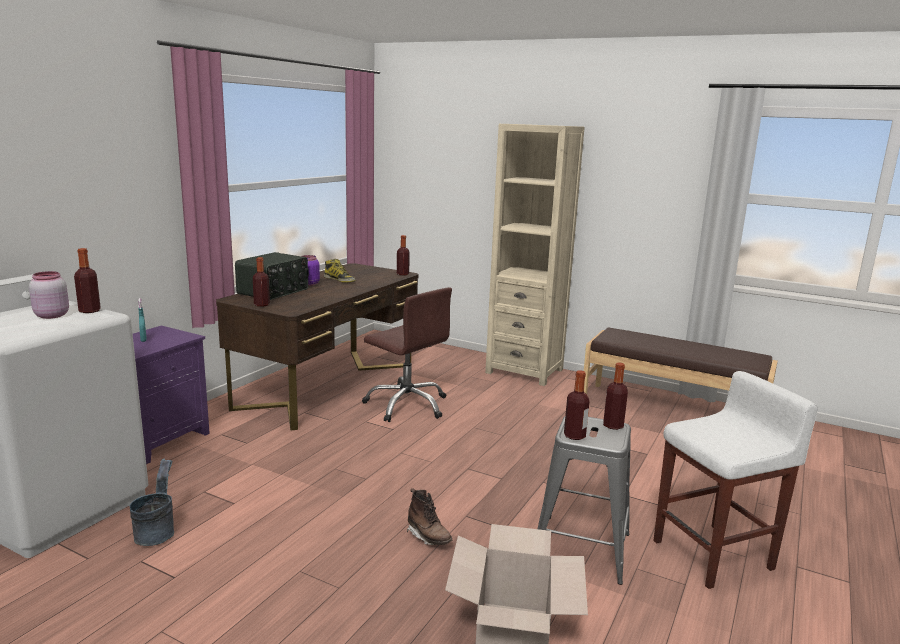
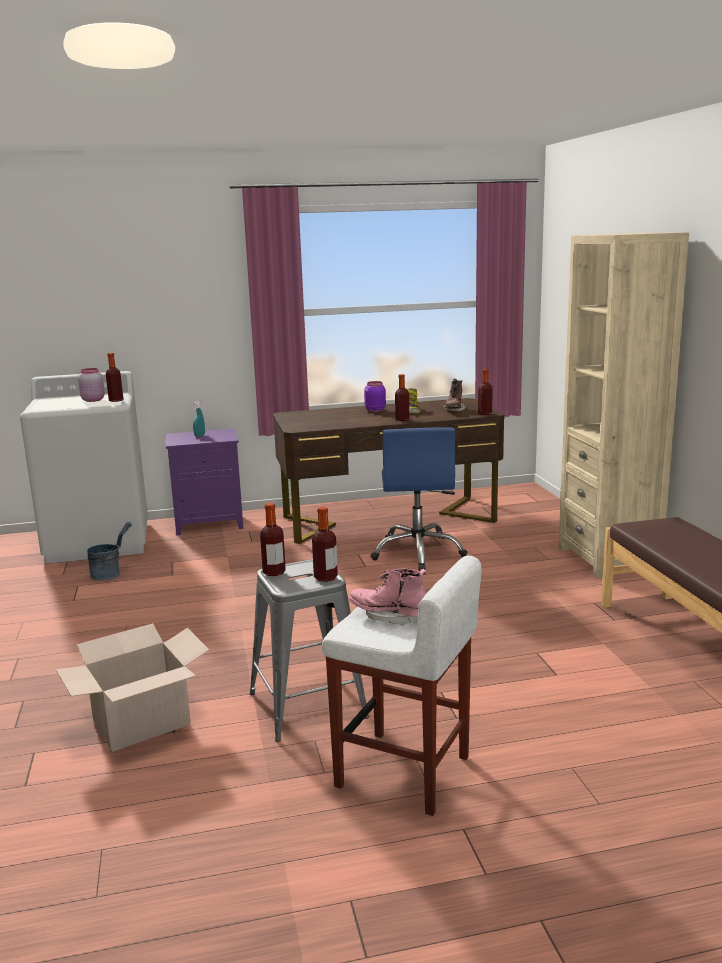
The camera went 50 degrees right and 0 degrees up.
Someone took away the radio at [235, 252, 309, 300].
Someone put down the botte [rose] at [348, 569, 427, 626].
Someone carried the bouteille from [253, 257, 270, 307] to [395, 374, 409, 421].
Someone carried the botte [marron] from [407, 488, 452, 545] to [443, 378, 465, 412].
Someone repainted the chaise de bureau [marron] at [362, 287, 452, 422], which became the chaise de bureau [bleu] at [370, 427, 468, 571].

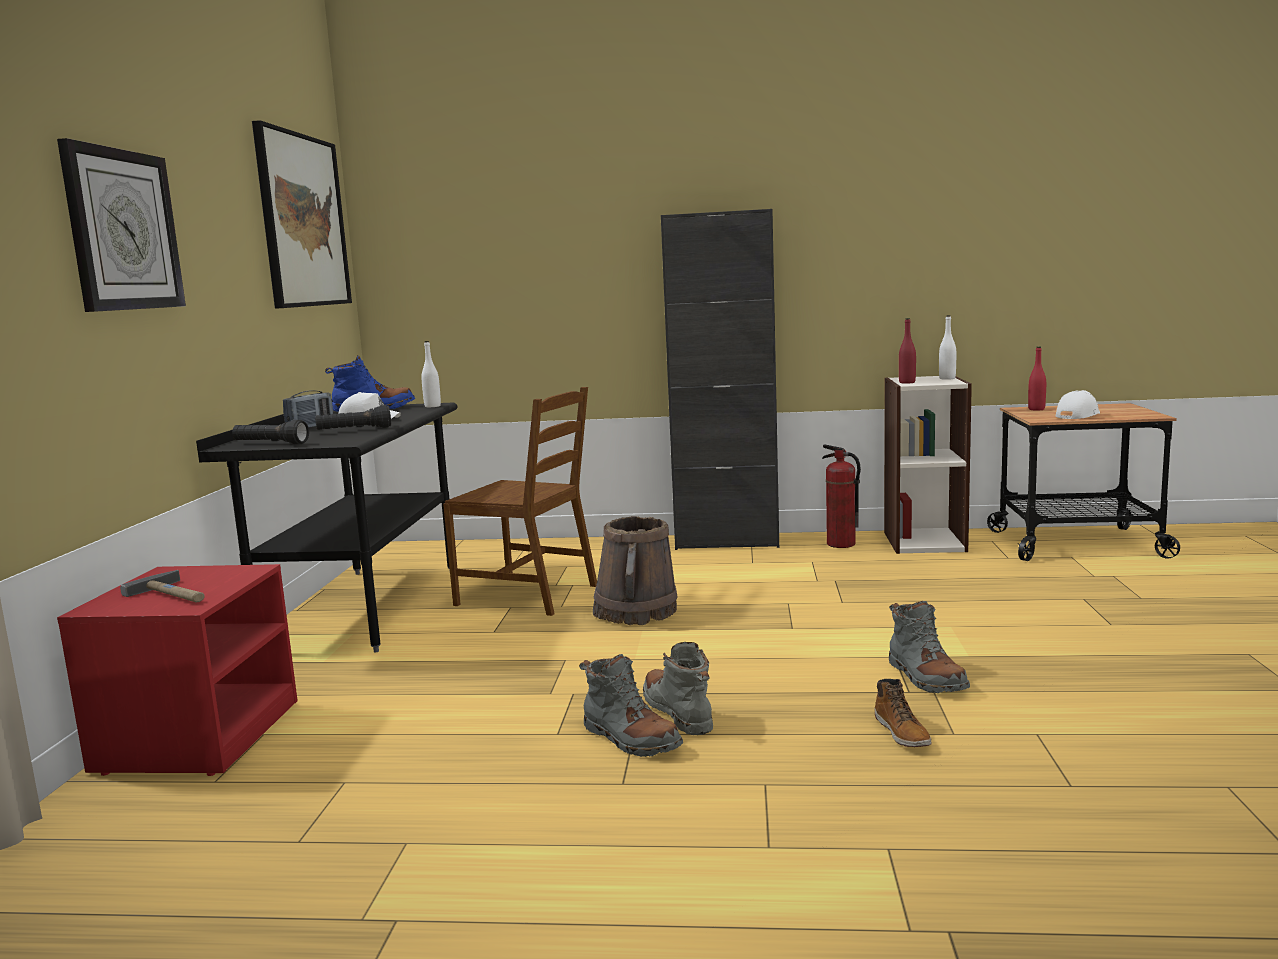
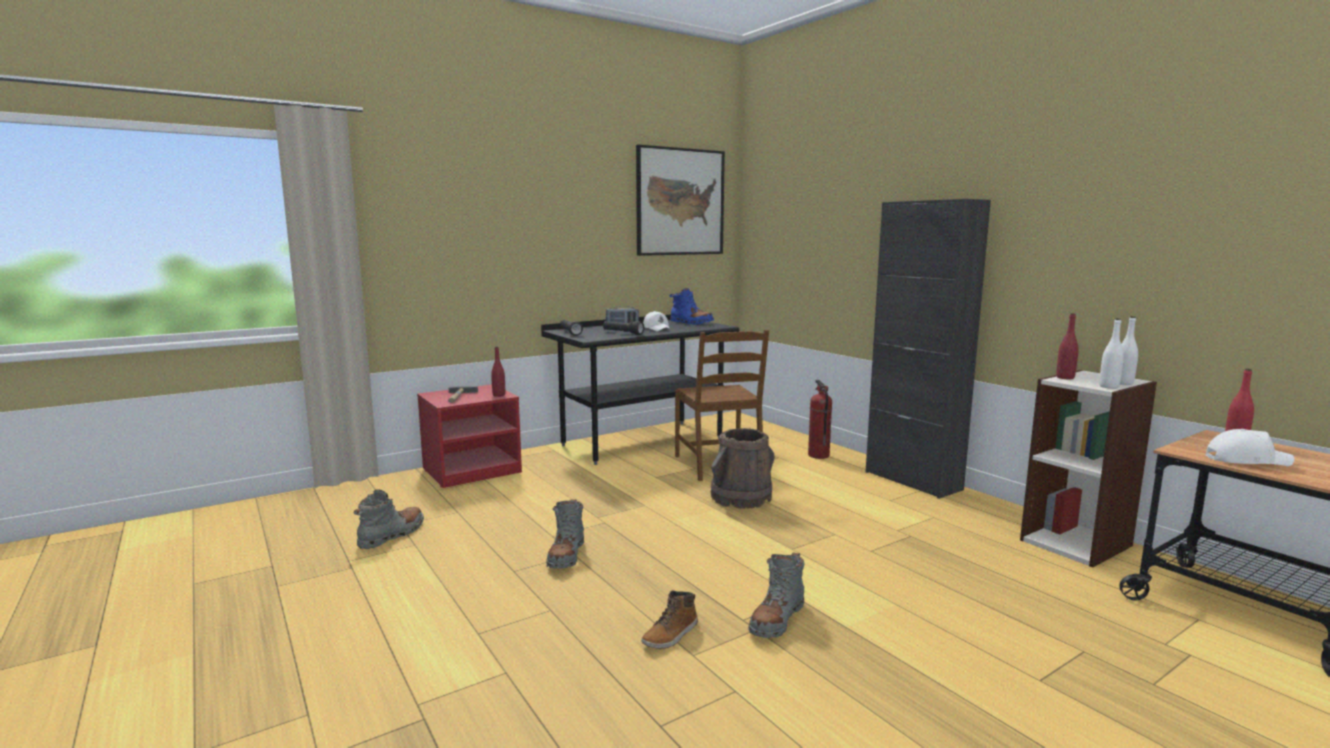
The camera went 50 degrees right and 0 degrees up.
Someone took away the horloge murale at [57, 138, 186, 312].
Someone put down the bouteille [rouge] at [491, 346, 505, 397].
Someone carried the bouteille [blanc] from [421, 341, 441, 407] to [1099, 318, 1124, 389].
Someone carried the botte [gris] from [643, 642, 713, 735] to [354, 489, 424, 549].
Someone carried the extincteur from [822, 444, 861, 548] to [808, 380, 832, 459].

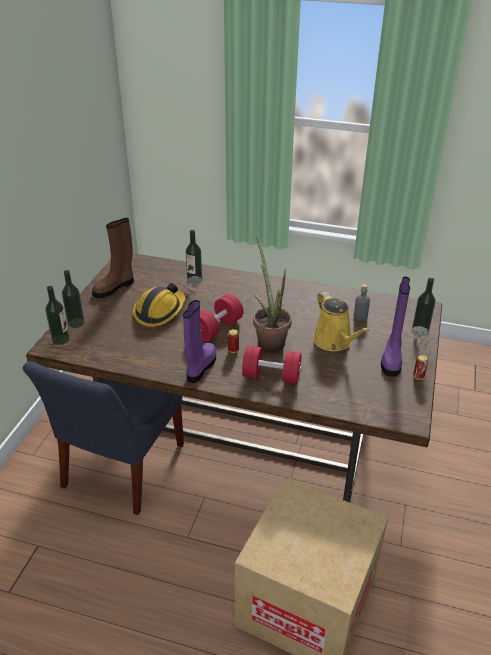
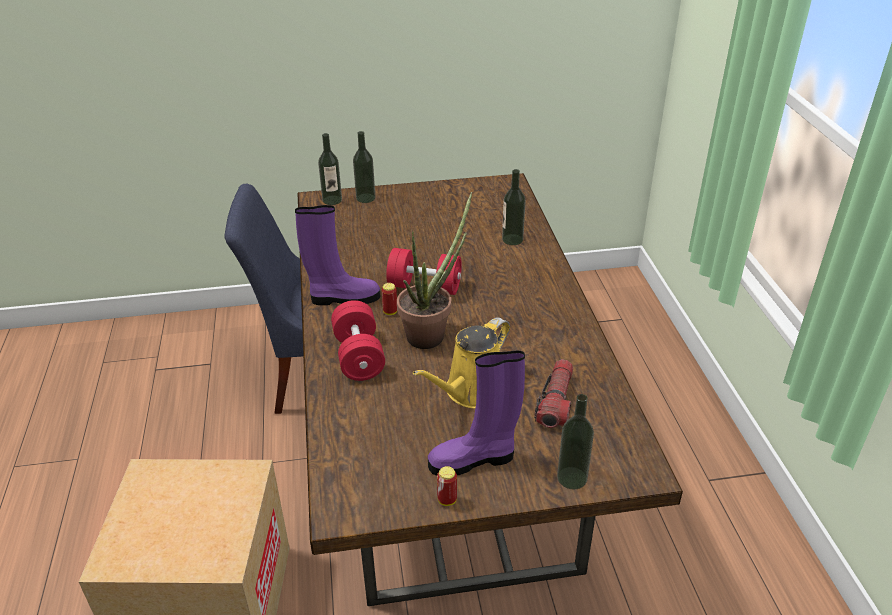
The camera went 65 degrees right and 0 degrees up.
Someone took away the botte [marron] at [92, 218, 134, 298].
Someone took away the casque de chantier at [133, 283, 185, 327].
Someone swapped the bouteille [gris] at [354, 284, 370, 320] for the lampe de poche at [534, 359, 573, 428].

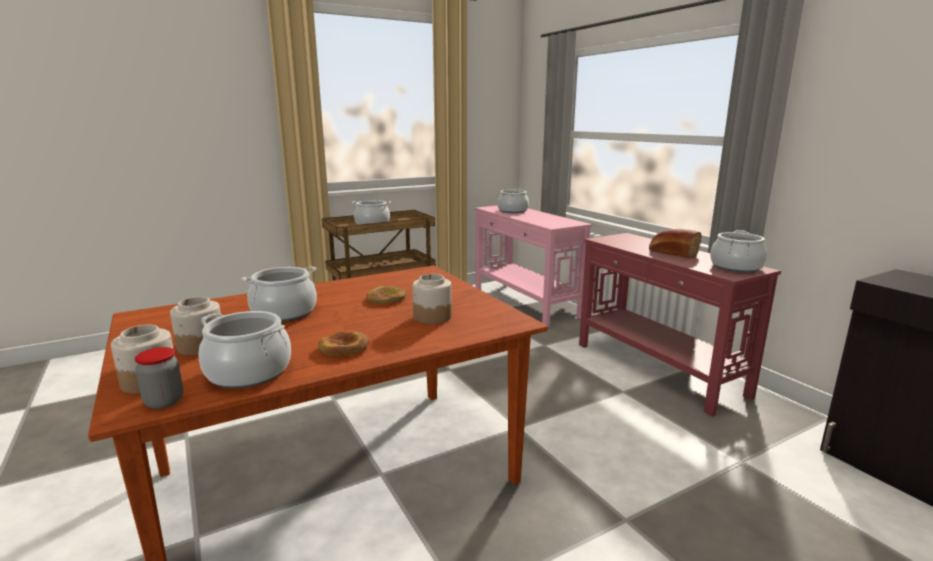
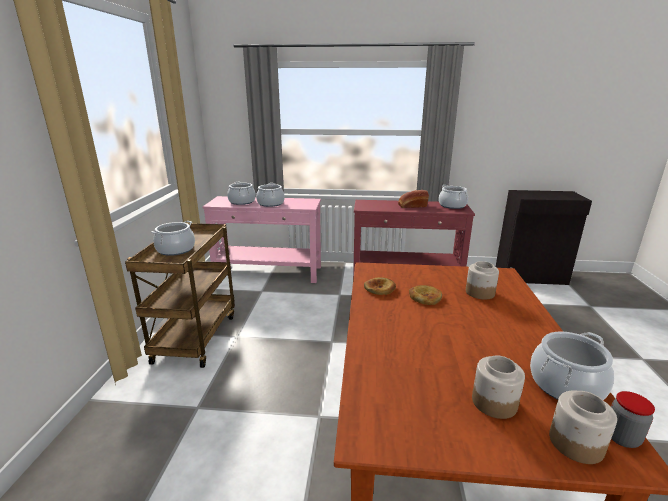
The camera went 55 degrees left and 5 degrees up.
Someone carried the marmite from [242, 266, 317, 322] to [256, 183, 285, 207].
Someone carried the pain from [318, 331, 370, 356] to [364, 277, 396, 295].

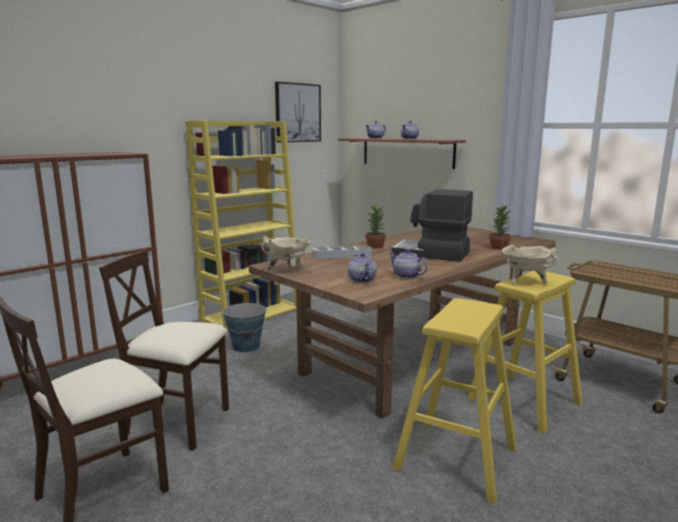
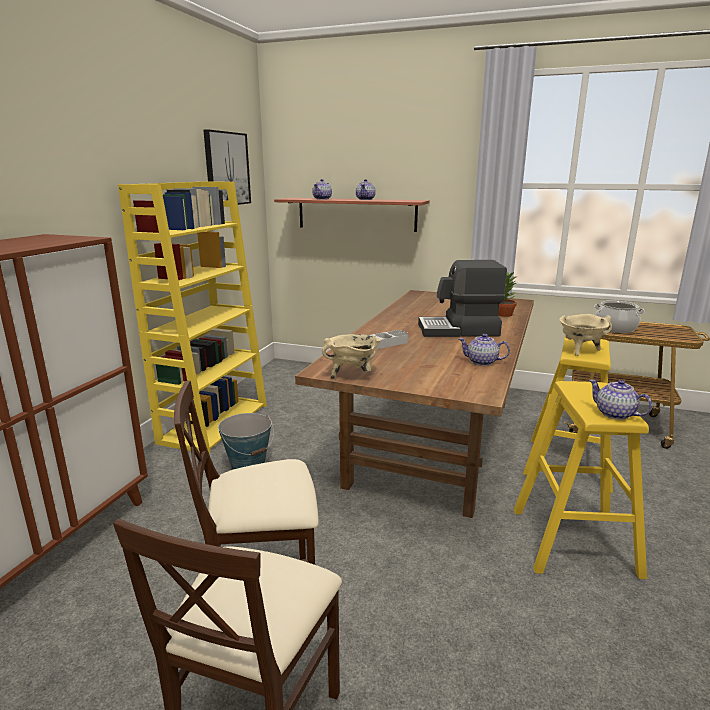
The camera went 25 degrees left and 5 degrees up.
Someone took away the plante en pot at [365, 204, 386, 249].
Someone put down the marmite at [594, 301, 645, 333].
Someone carried the théière from [348, 253, 377, 283] to [589, 380, 652, 420].

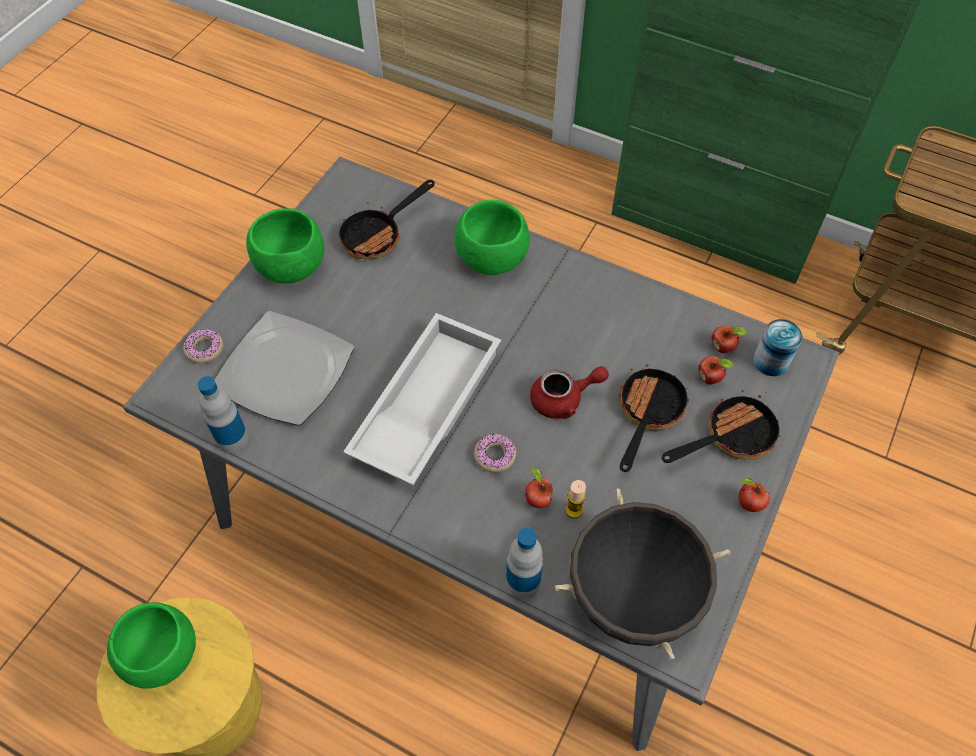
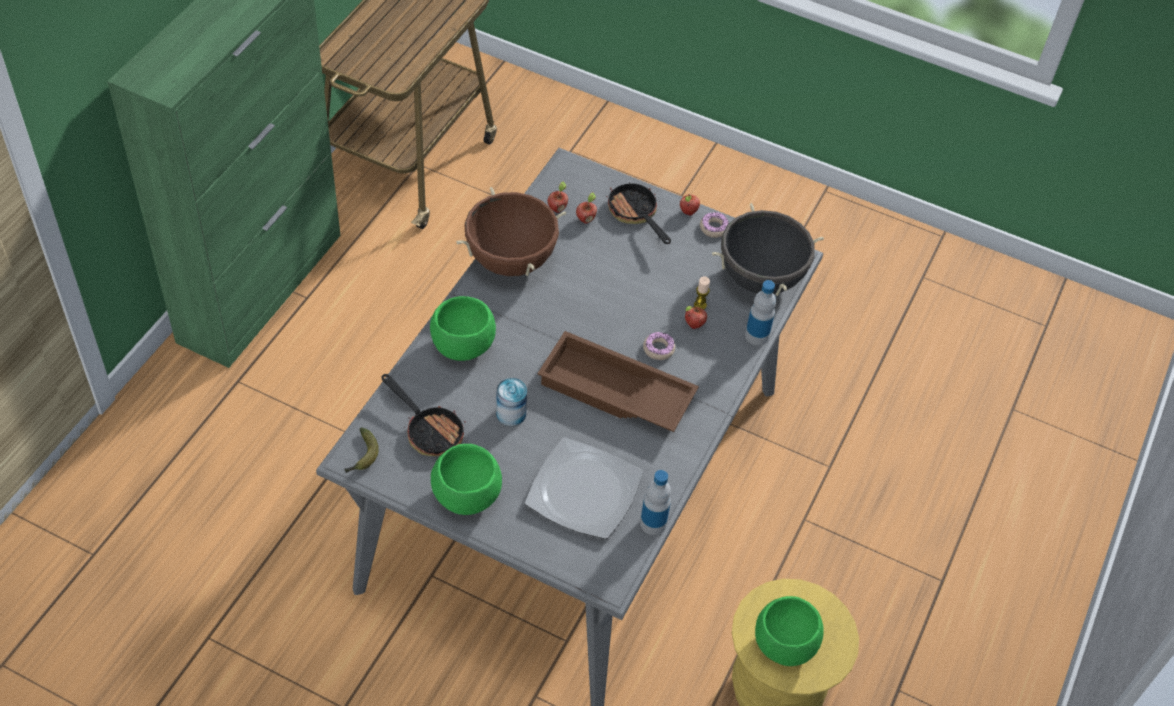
The camera went 95 degrees left and 5 degrees down.
Someone took away the théière [rouge] at [530, 366, 609, 419].
Someone took away the poêle at [619, 359, 689, 472].
Someone put down the banane at [344, 427, 379, 473].
Someone put down the marmite [marron] at [456, 187, 566, 276].
Someone carried the beignet from [183, 329, 223, 363] to [700, 212, 729, 238].
Someone carried the boîte métallique from [753, 319, 802, 376] to [496, 378, 527, 426].
Someone repainted the plateau [blanc] at [343, 313, 501, 485], which became the plateau [marron] at [537, 331, 699, 432].

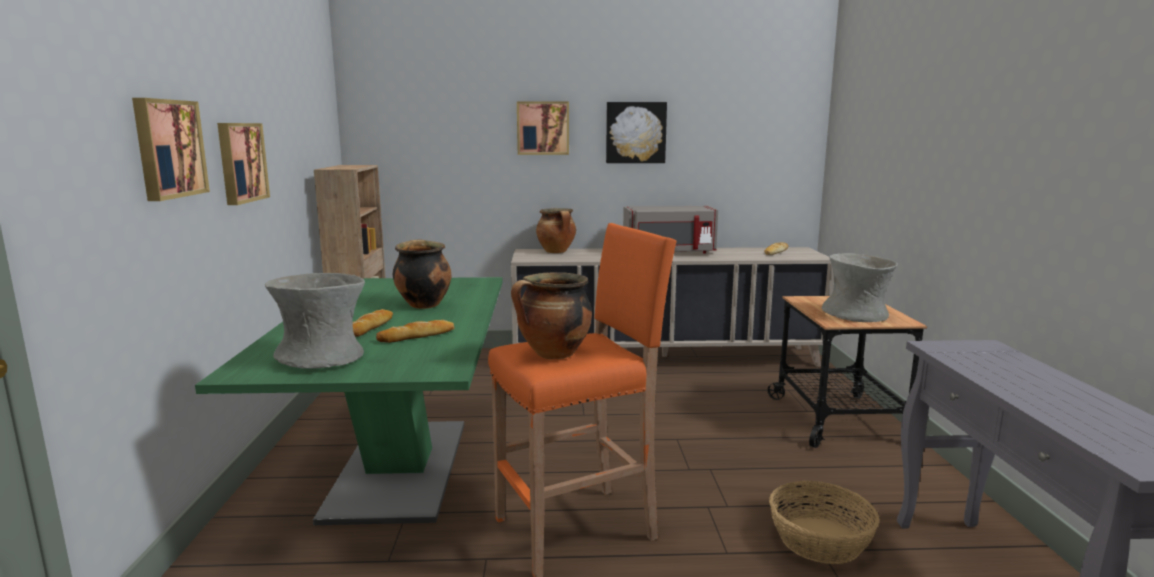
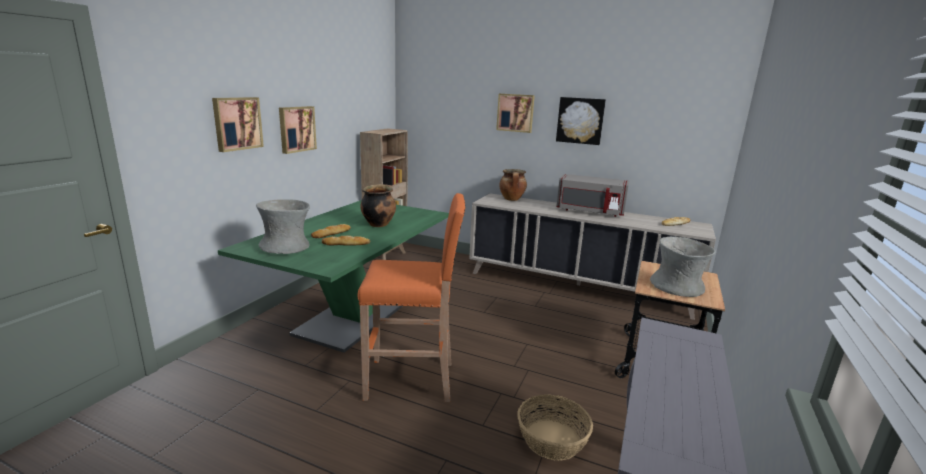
The camera went 25 degrees right and 5 degrees up.
Someone took away the marmite at [511, 272, 592, 359].

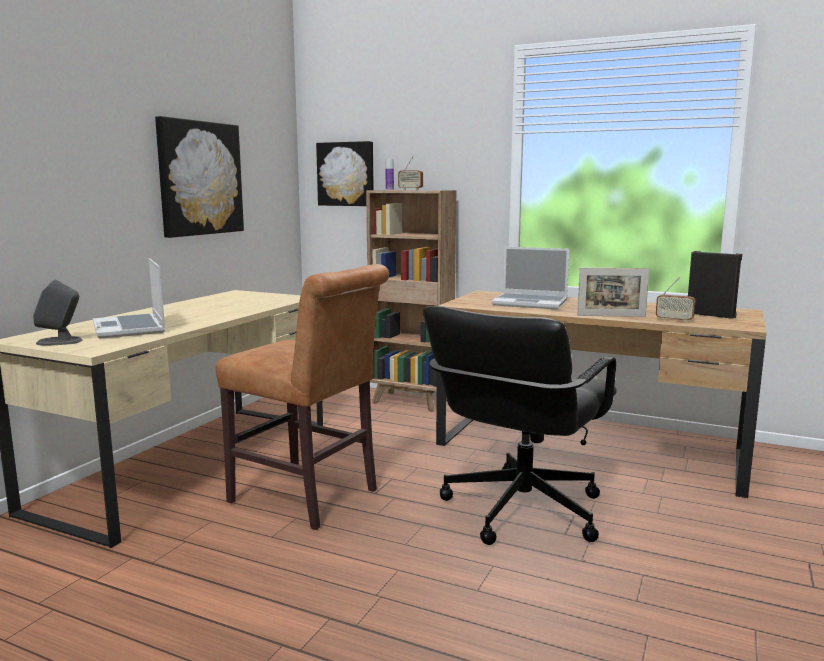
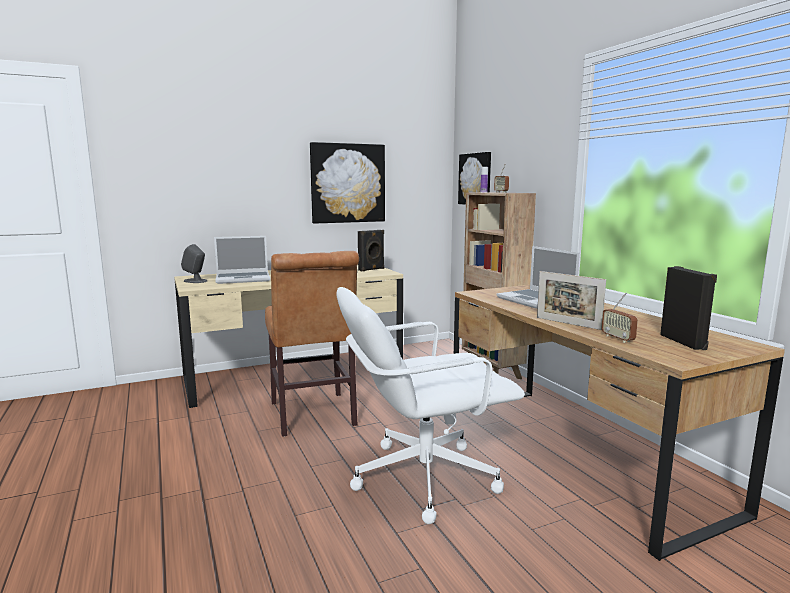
The camera went 40 degrees right and 0 degrees up.
Someone put down the enceinte [noir] at [358, 230, 384, 271].
Someone repainted the chaise de bureau [noir] at [423, 306, 617, 545], which became the chaise de bureau [blanc] at [336, 287, 525, 524].
Someone rotated the ordinateur portable at [93, 258, 165, 339] by 120 degrees counterclockwise.

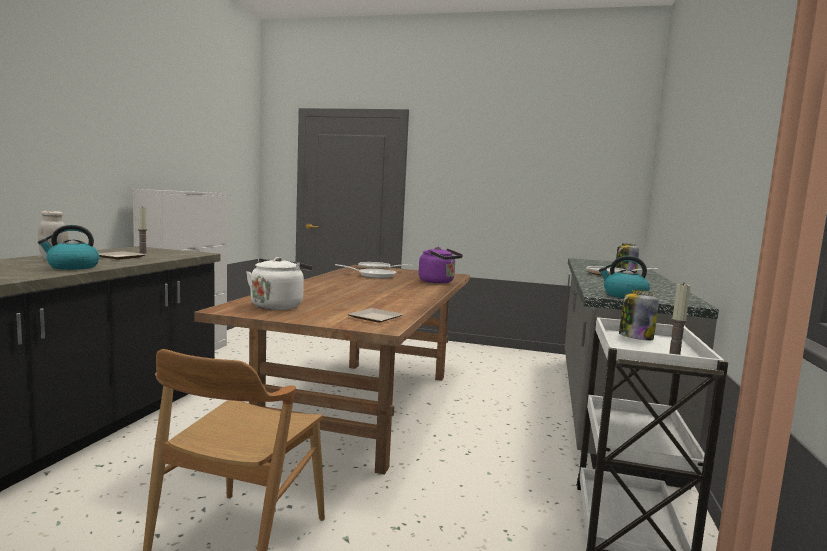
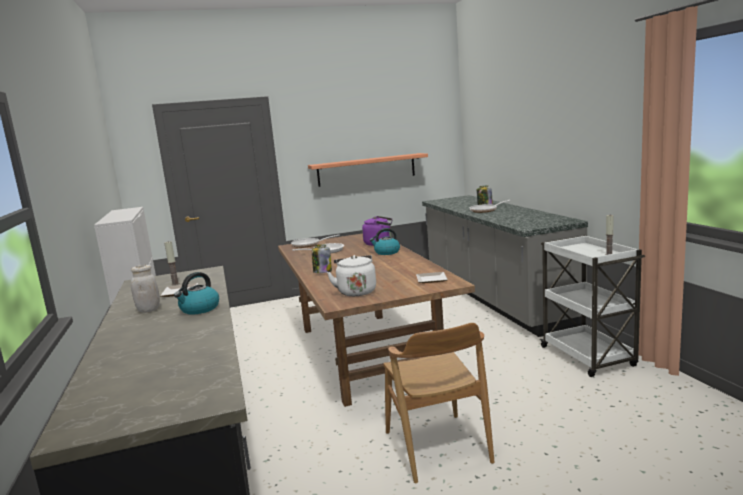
The camera went 30 degrees left and 5 degrees up.
Someone put up the étagère at [308, 153, 428, 187].
Someone carried the bouilloire from [599, 256, 650, 298] to [370, 228, 400, 255].
Someone carried the bocal from [619, 290, 659, 340] to [312, 245, 332, 273].

